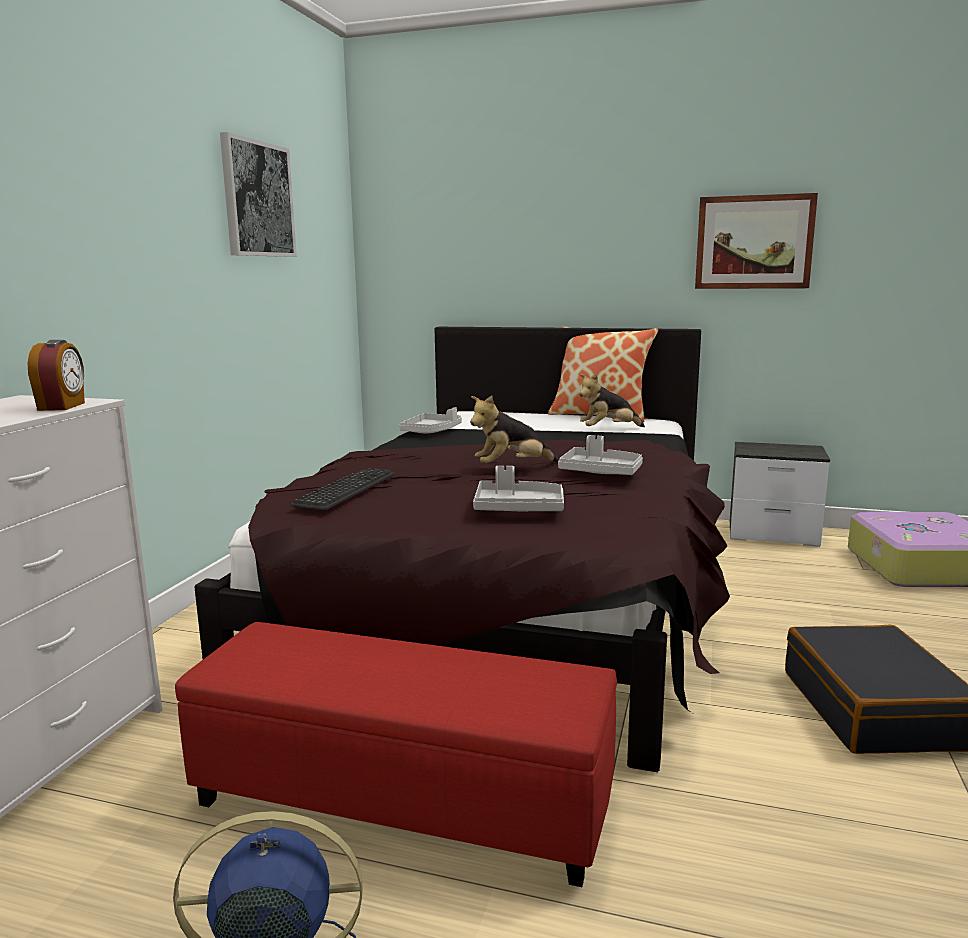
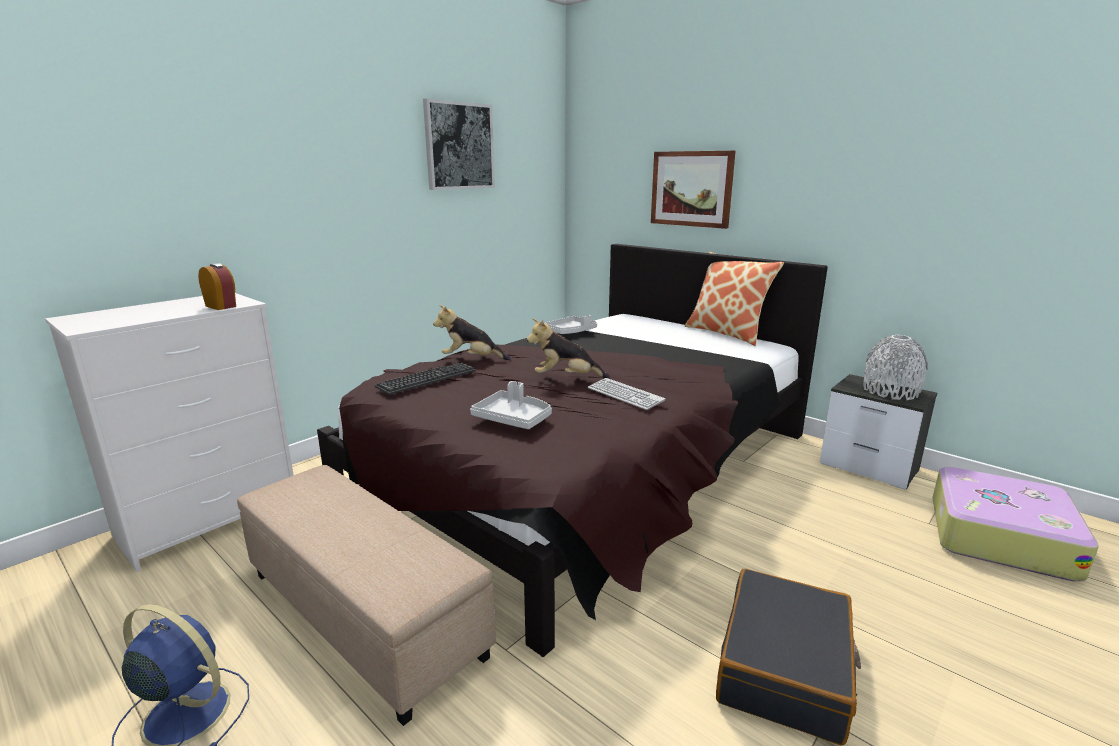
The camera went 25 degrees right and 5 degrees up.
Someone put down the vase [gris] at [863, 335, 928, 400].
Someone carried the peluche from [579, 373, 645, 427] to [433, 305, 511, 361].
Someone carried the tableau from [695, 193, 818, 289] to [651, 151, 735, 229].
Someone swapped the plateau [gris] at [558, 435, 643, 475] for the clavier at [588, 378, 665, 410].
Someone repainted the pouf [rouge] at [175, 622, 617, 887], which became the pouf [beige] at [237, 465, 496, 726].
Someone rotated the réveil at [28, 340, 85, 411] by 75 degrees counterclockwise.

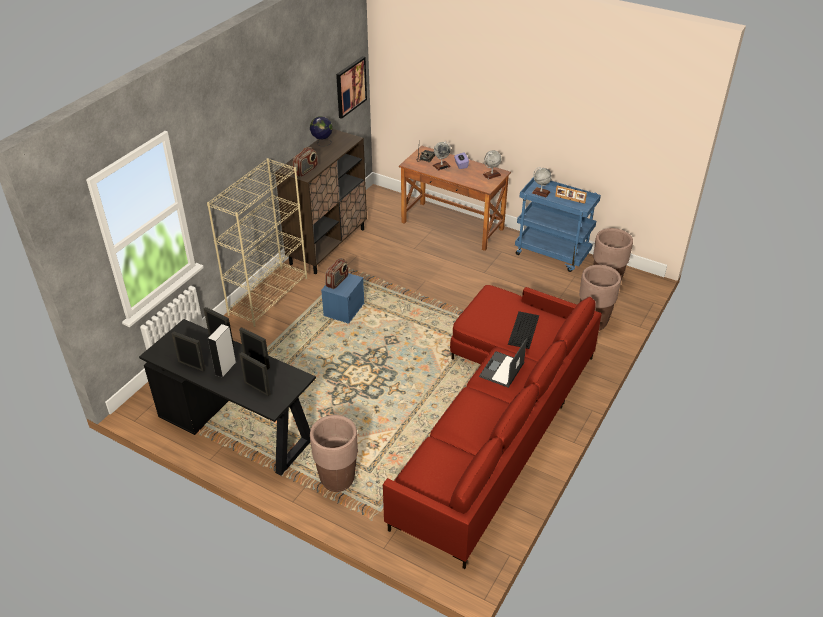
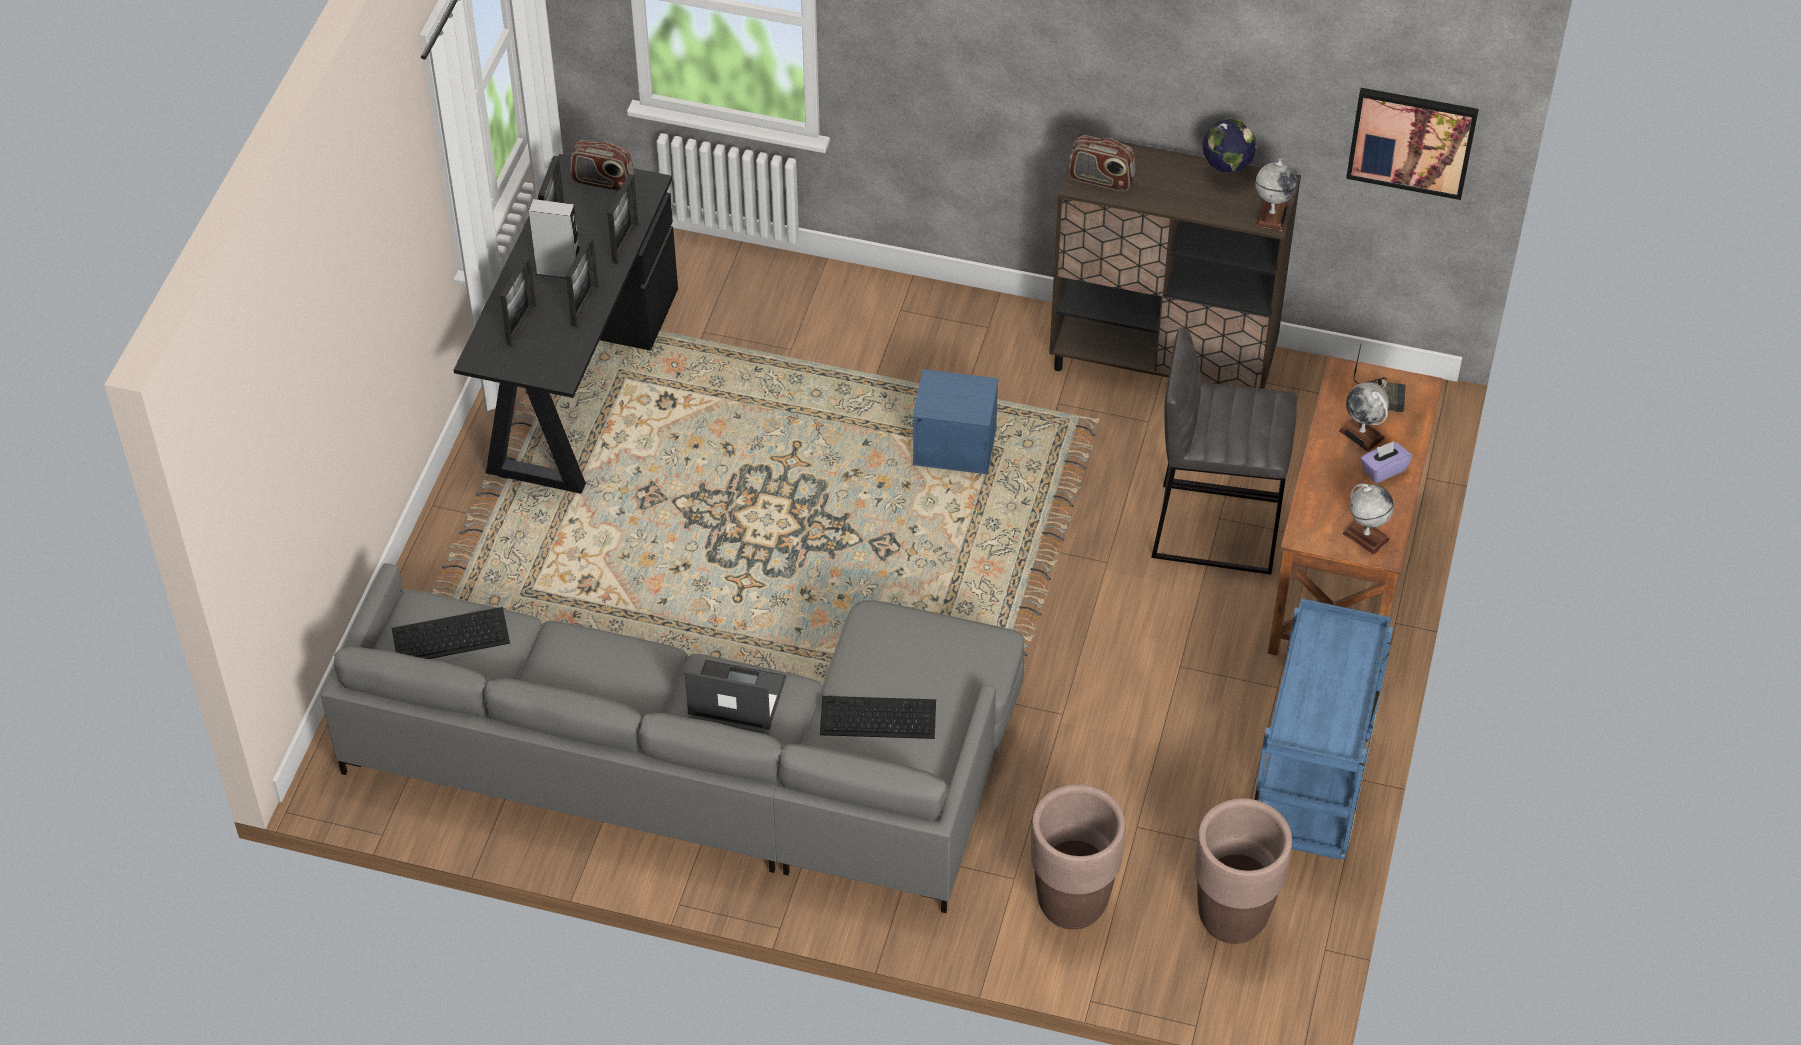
The camera went 75 degrees right and 10 degrees up.
Someone took away the bibliothèque [beige] at [207, 158, 307, 327].
Someone took away the cache-pot [marron] at [310, 415, 358, 492].
Someone took away the cadre photo at [555, 186, 587, 204].
Someone put down the clavier at [392, 607, 510, 659].
Someone put down the tabouret [gris] at [1151, 327, 1297, 574].
Someone carried the radio from [325, 258, 349, 289] to [570, 140, 635, 191].
Someone carried the globe from [532, 167, 552, 197] to [1255, 158, 1297, 231].
Someone repainted the canapé [rouge] at [383, 285, 602, 569], which became the canapé [gris] at [321, 563, 1024, 913].

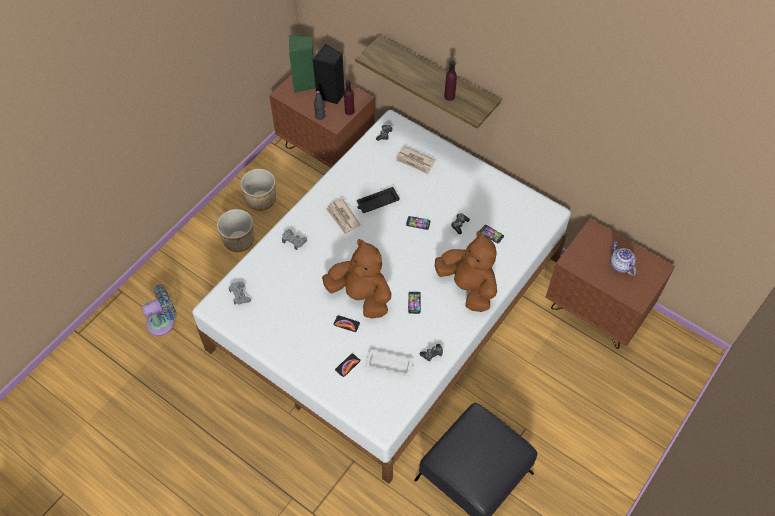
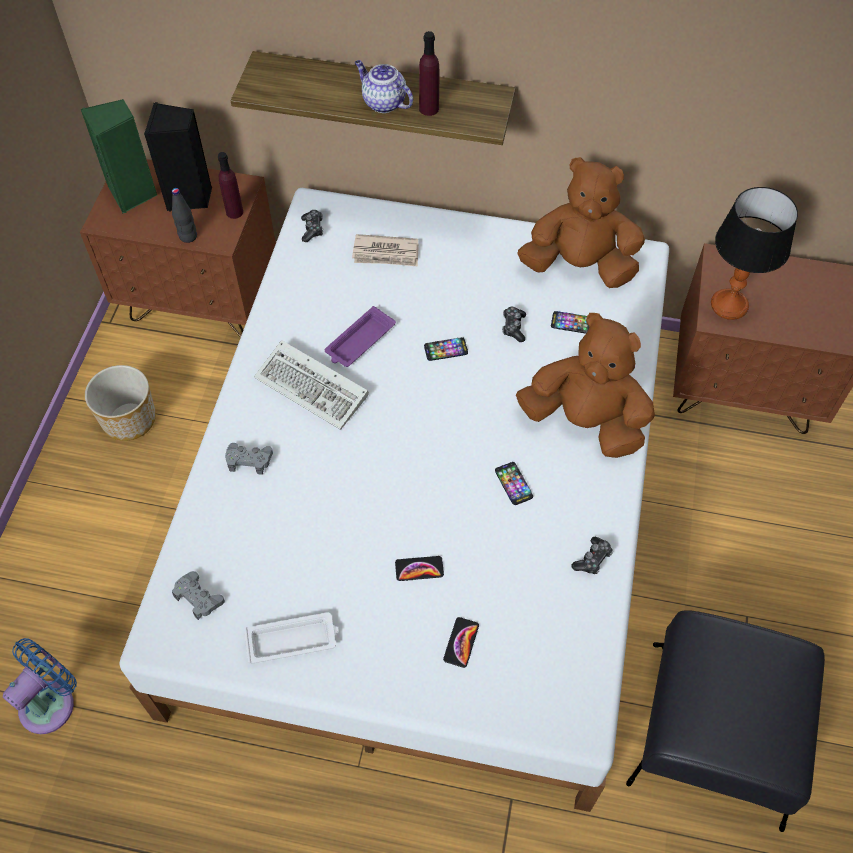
The camera went 25 degrees left and 0 degrees up.
Someone took away the cache-pot at [217, 209, 254, 252].
Someone put down the lampe de table at [711, 187, 798, 320].
Someone carried the peluche [marron] from [322, 239, 391, 318] to [517, 157, 645, 288].
Someone carried the plateau [blanc] from [365, 349, 413, 376] to [244, 612, 338, 664].
Someone carried the théière from [610, 241, 636, 276] to [355, 60, 413, 113].
Someone swapped the journal at [326, 198, 361, 235] for the clavier at [254, 340, 369, 430].
Someone repainted the plateau [noir] at [357, 187, 400, 213], which became the plateau [violet] at [325, 306, 396, 367].

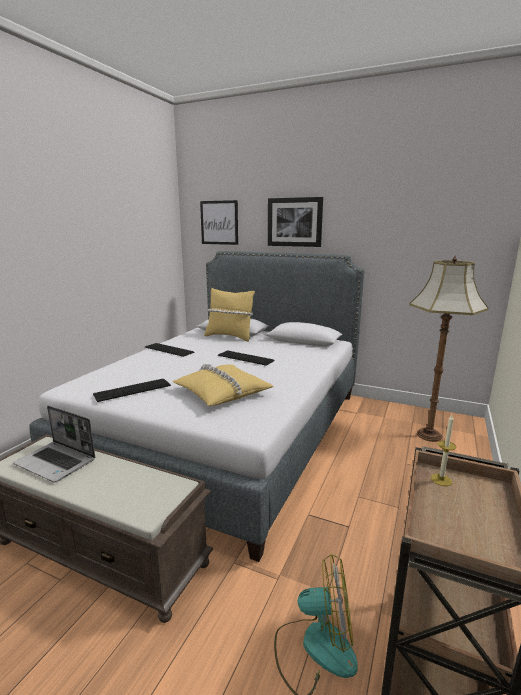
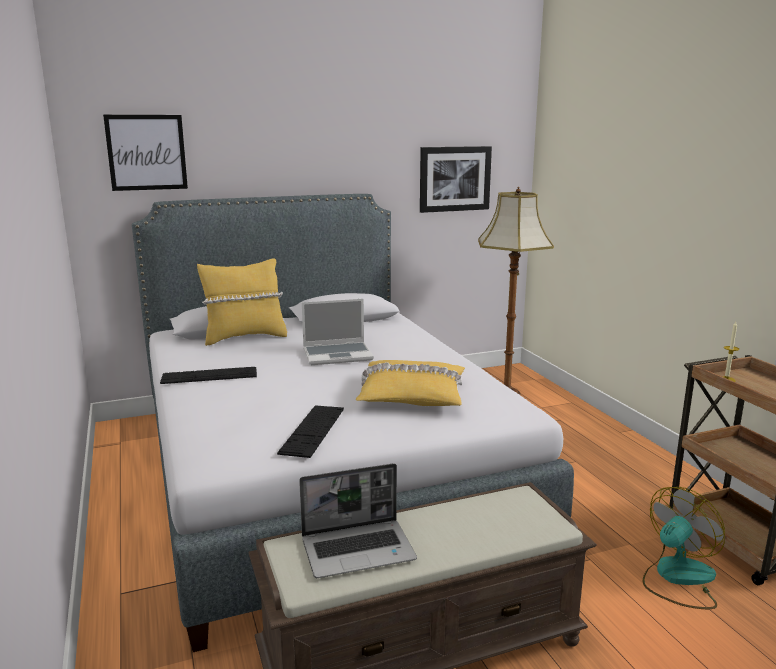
The camera went 45 degrees left and 0 degrees up.
Someone carried the tableau from [268, 197, 323, 247] to [420, 146, 492, 213].
Someone swapped the clavier at [218, 351, 275, 366] for the ordinateur portable at [302, 299, 374, 365].

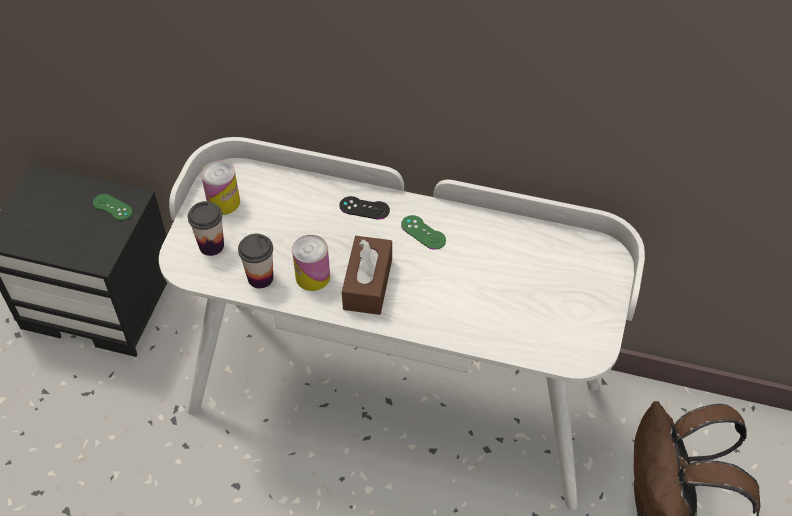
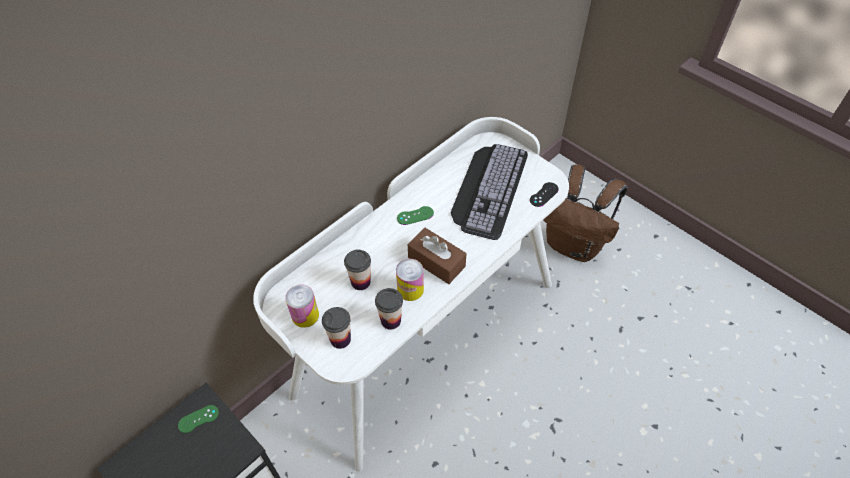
The camera went 60 degrees left and 0 degrees up.
Someone put down the tasse at [344, 249, 371, 290].
Someone put down the clavier at [450, 144, 528, 240].
Someone carried the manette [noir] from [339, 196, 390, 220] to [530, 182, 559, 207].

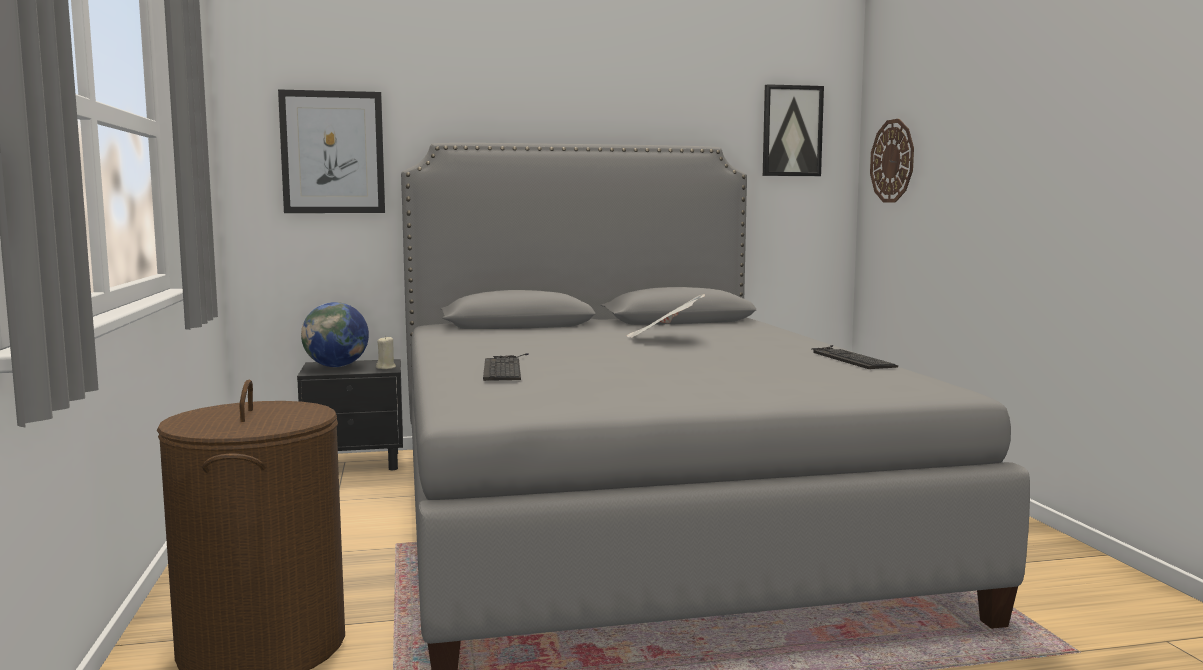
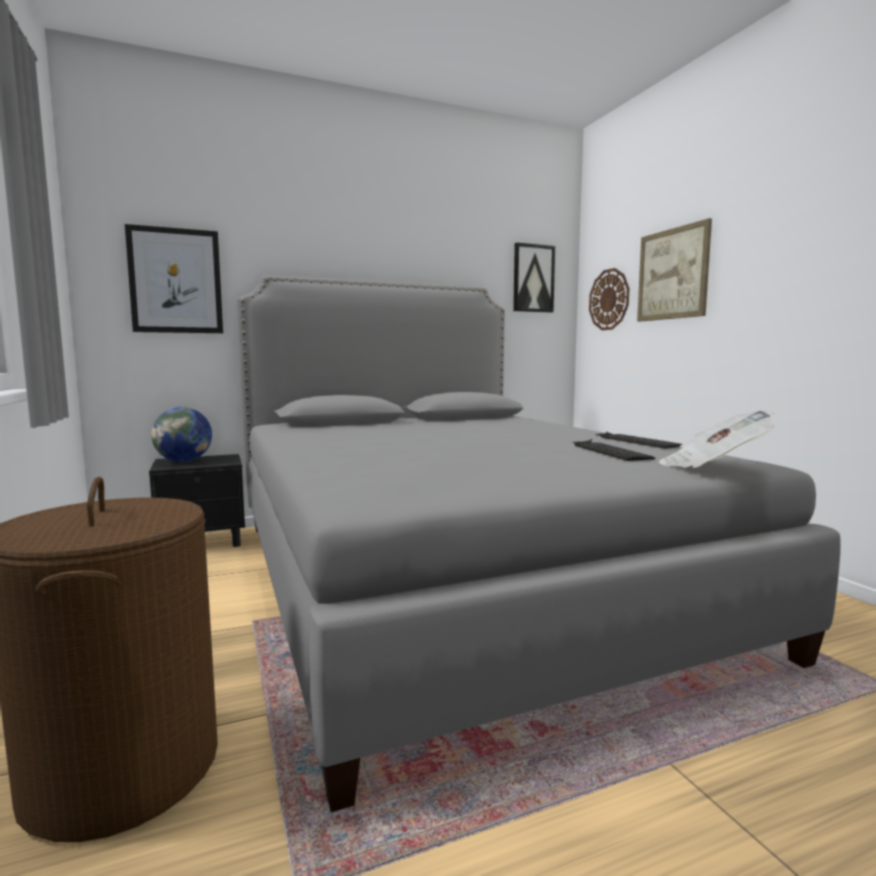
The camera went 10 degrees left and 0 degrees up.
Someone took away the bougie [beige] at [376, 336, 396, 369].
Someone put up the tableau at [637, 218, 712, 322].
Someone carried the clavier from [483, 353, 529, 381] to [573, 439, 655, 461].
Someone carried the journal from [627, 294, 705, 338] to [659, 410, 775, 468].

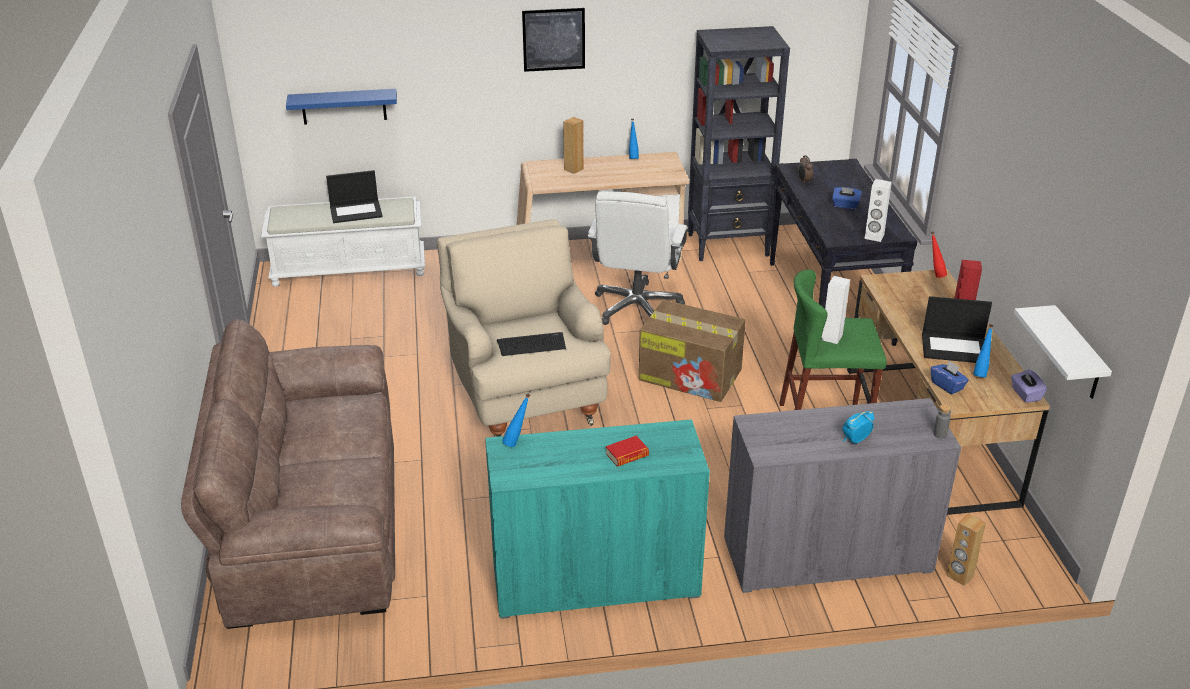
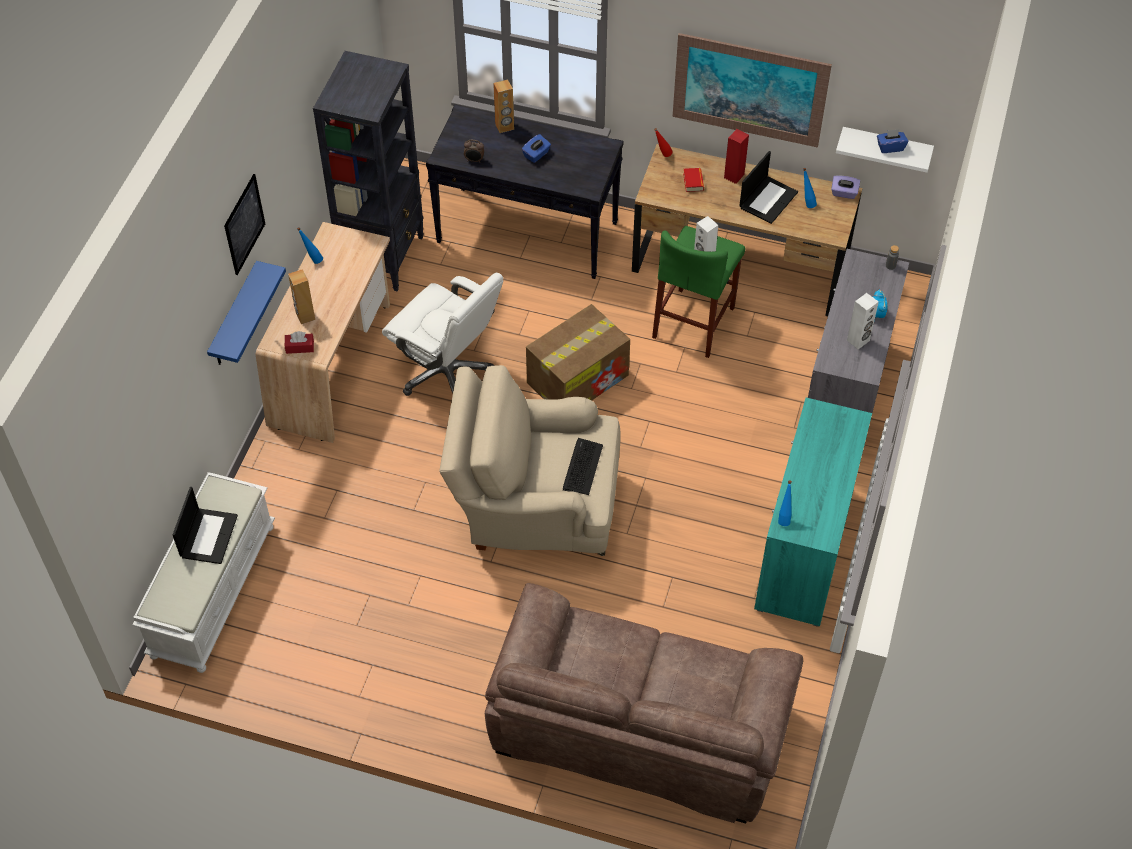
The camera went 65 degrees left and 20 degrees up.
Someone put down the boîte à mouchoirs [rouge] at [285, 331, 314, 354].
Someone put up the tableau at [673, 33, 832, 147].
Someone carried the étagère [bleu] from [286, 89, 397, 125] to [207, 261, 286, 365].
Someone carried the livre from [606, 436, 649, 467] to [683, 168, 704, 192].
Someone carried the enceinte [blanc] from [864, 179, 892, 242] to [847, 293, 879, 349].
Someone carried the boîte à mouchoirs [bleu] from [931, 360, 969, 394] to [877, 129, 908, 153].
Someone carried the enceinte [marron] from [946, 513, 986, 586] to [493, 79, 514, 133].

